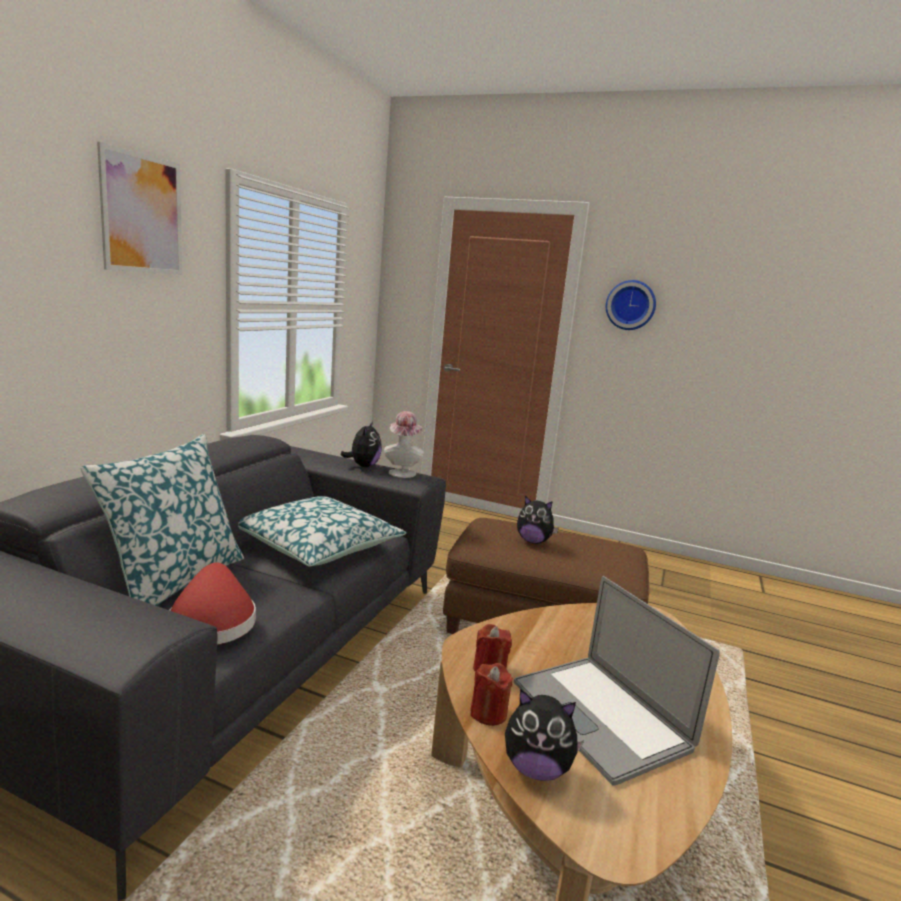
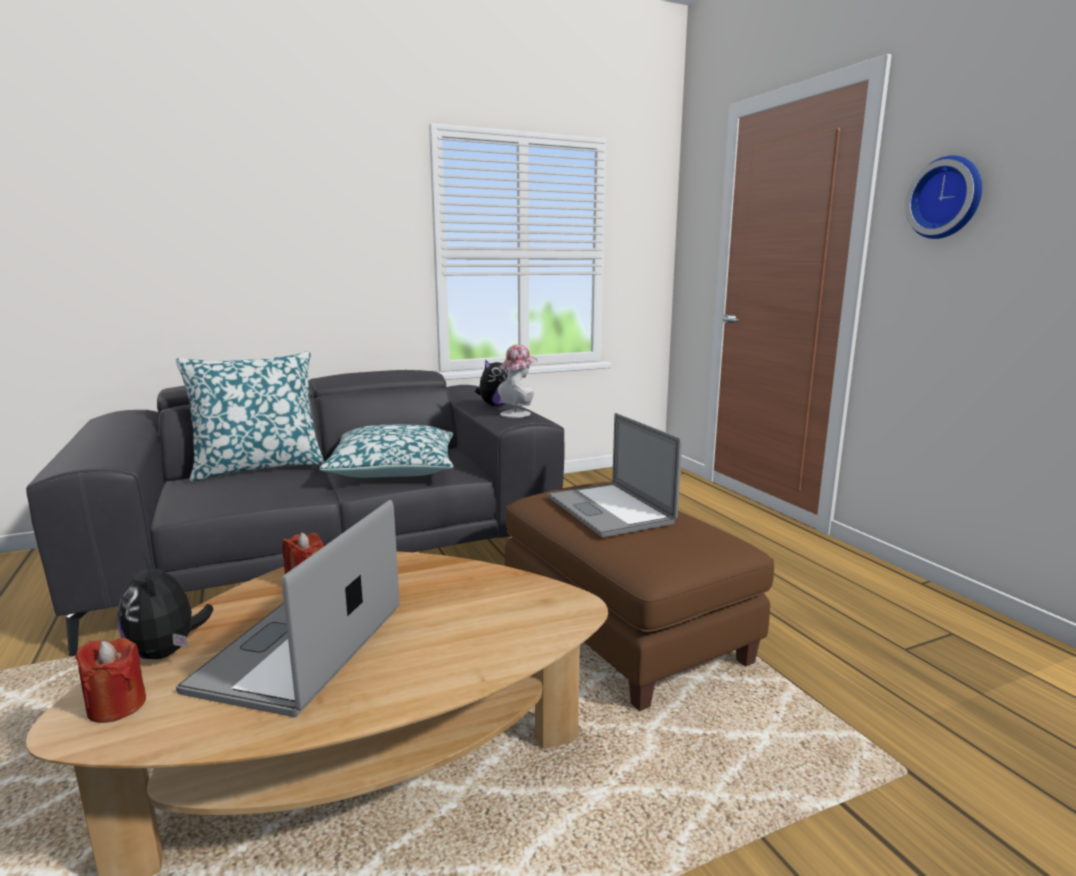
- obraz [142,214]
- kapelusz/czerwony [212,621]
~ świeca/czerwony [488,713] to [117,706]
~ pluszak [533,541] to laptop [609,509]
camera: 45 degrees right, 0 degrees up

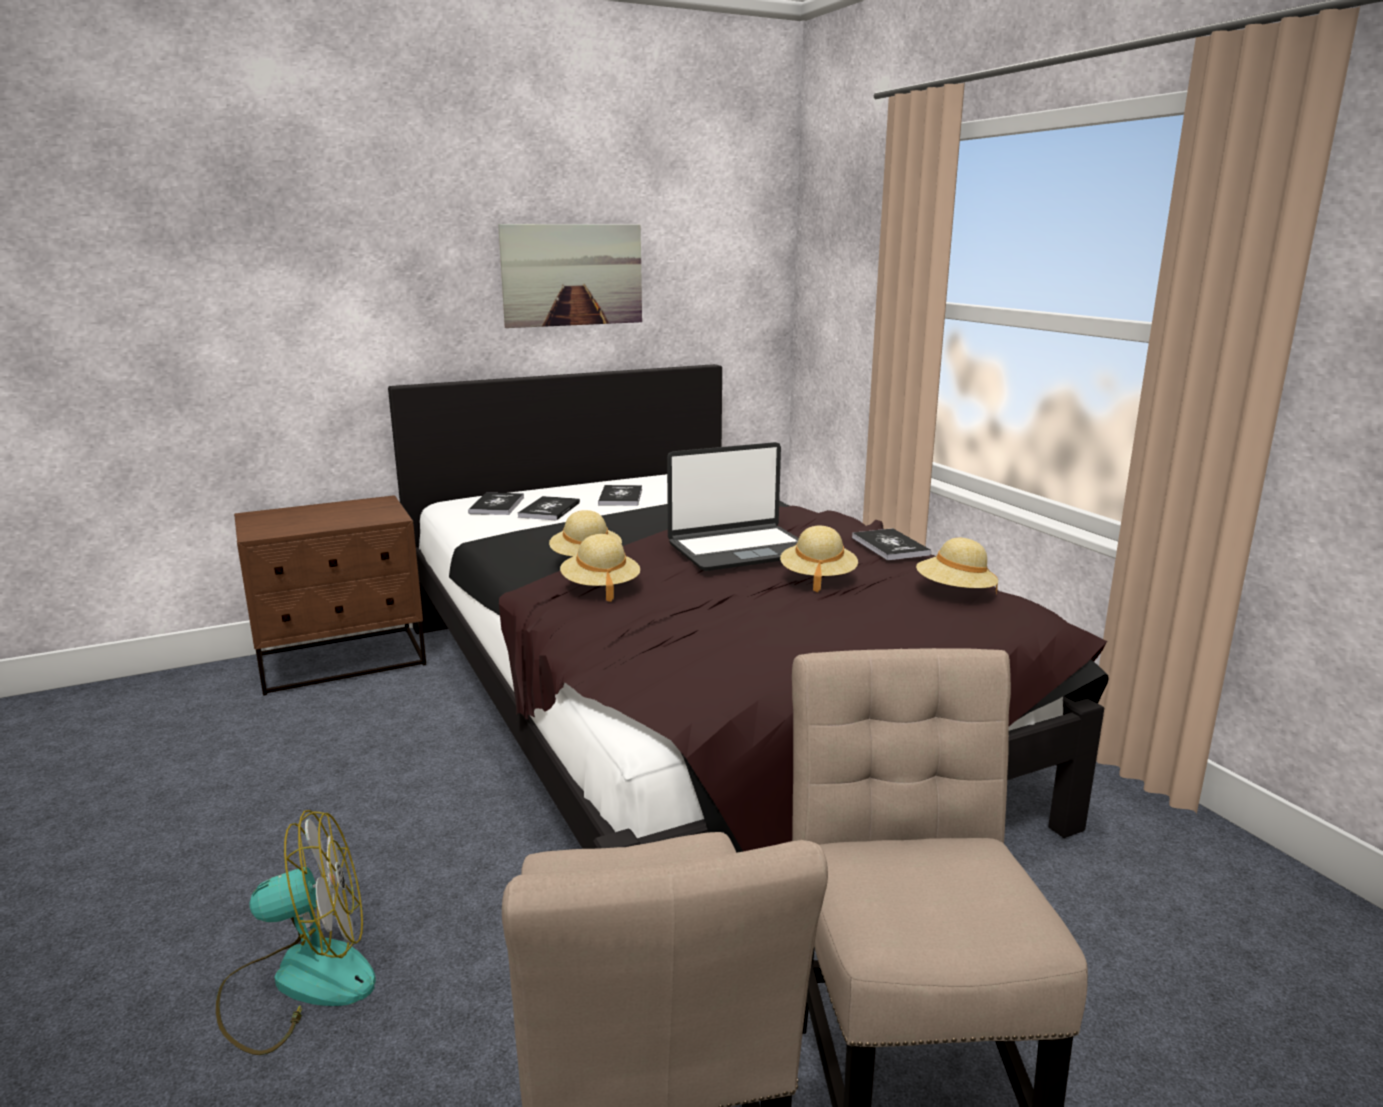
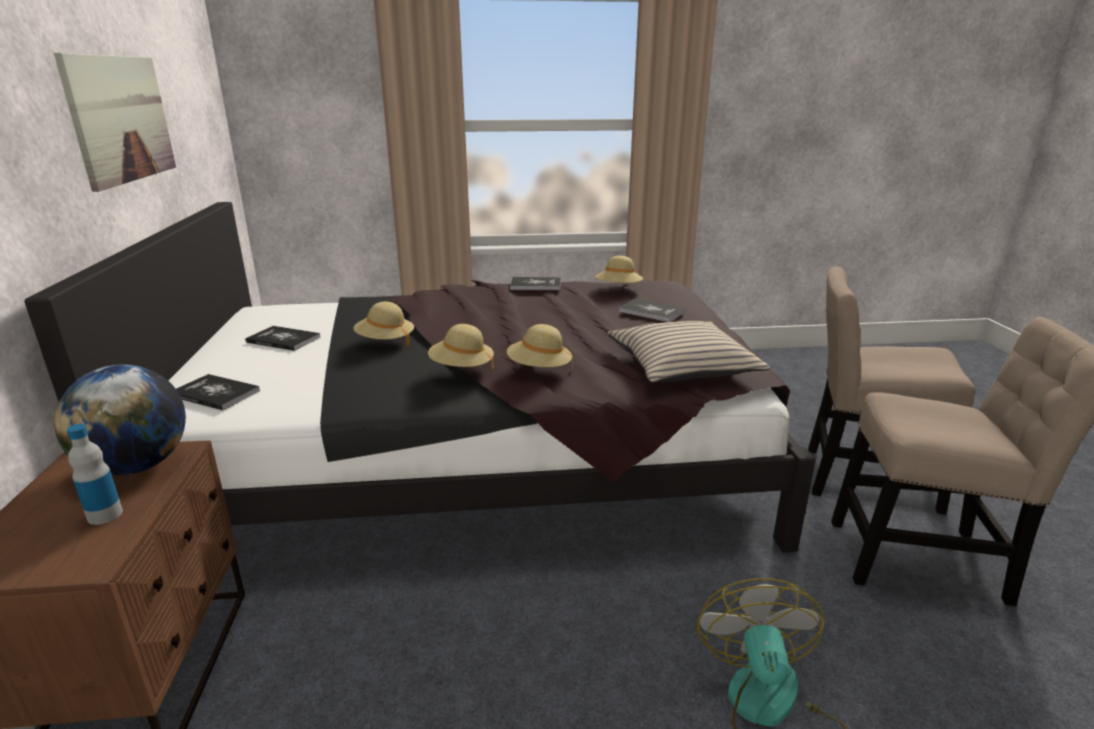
- laptop [740,550]
+ globus [137,466]
+ butelka [105,515]
+ poduszka/beżowy [682,366]
~ książka [549,510] to [651,312]
~ kapelusz/beżowy [817,578] to [385,341]
camera: 70 degrees left, 5 degrees up

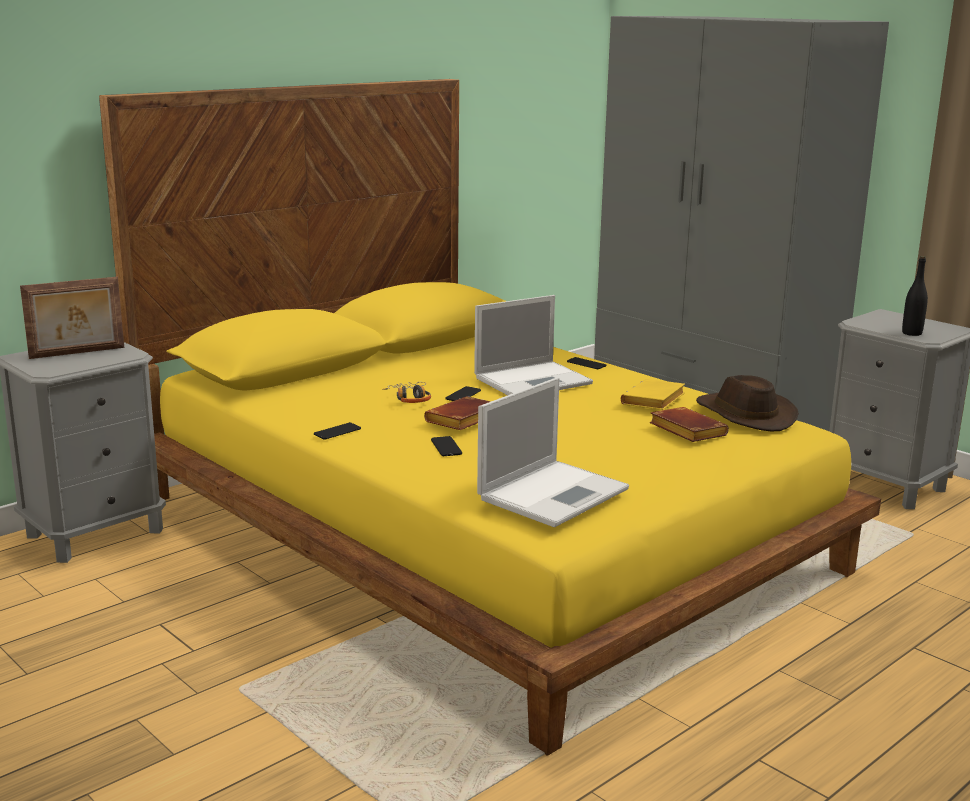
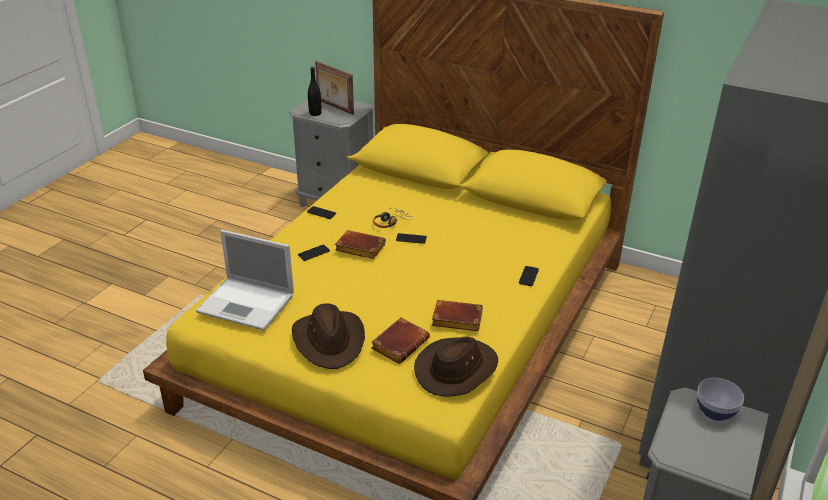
- laptop [534,380]
+ kapelusz/brązowy [329,340]
+ miska [715,411]
~ butelka/czarny [911,333] to [315,113]
~ książka/żółty [654,401] to książka/brązowy [455,320]
camera: 70 degrees right, 15 degrees up

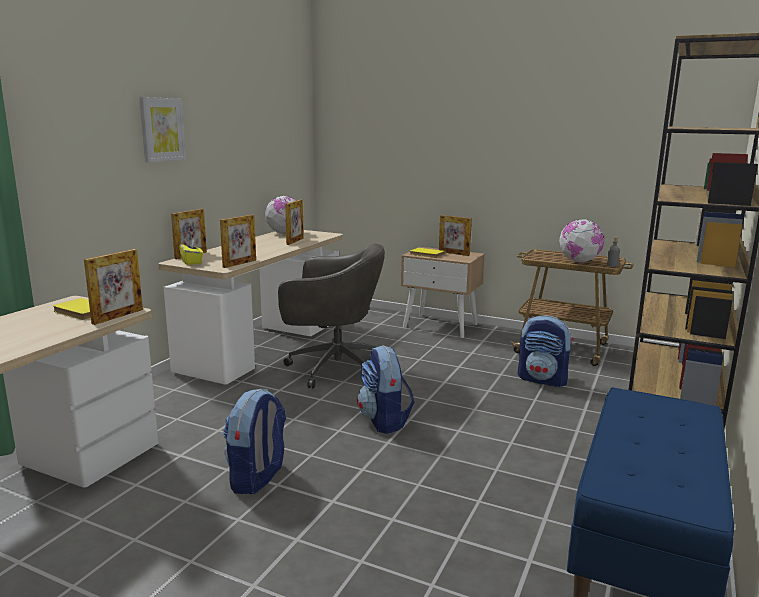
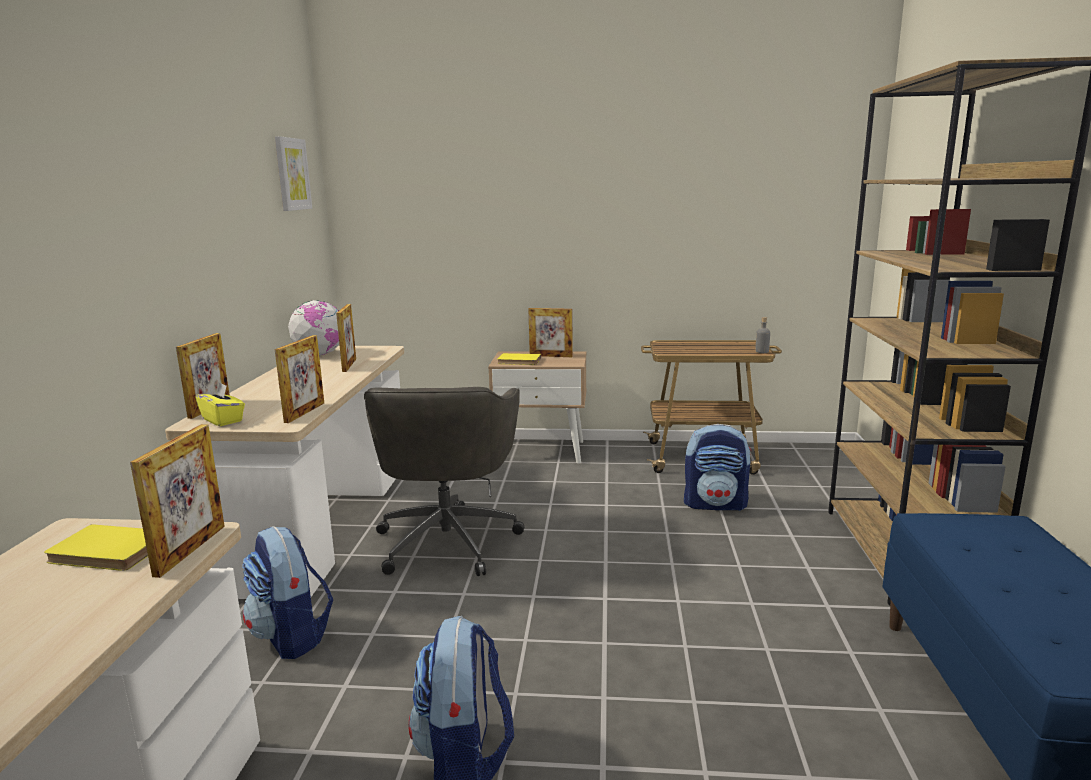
- globus [579,261]
~ obraz [162,129] to [292,174]
~ plecak [384,421] to [292,636]
~ krzesło biurowe/szary [333,368] = [448,540] 105 degrees clockwise
camera: 20 degrees left, 0 degrees up

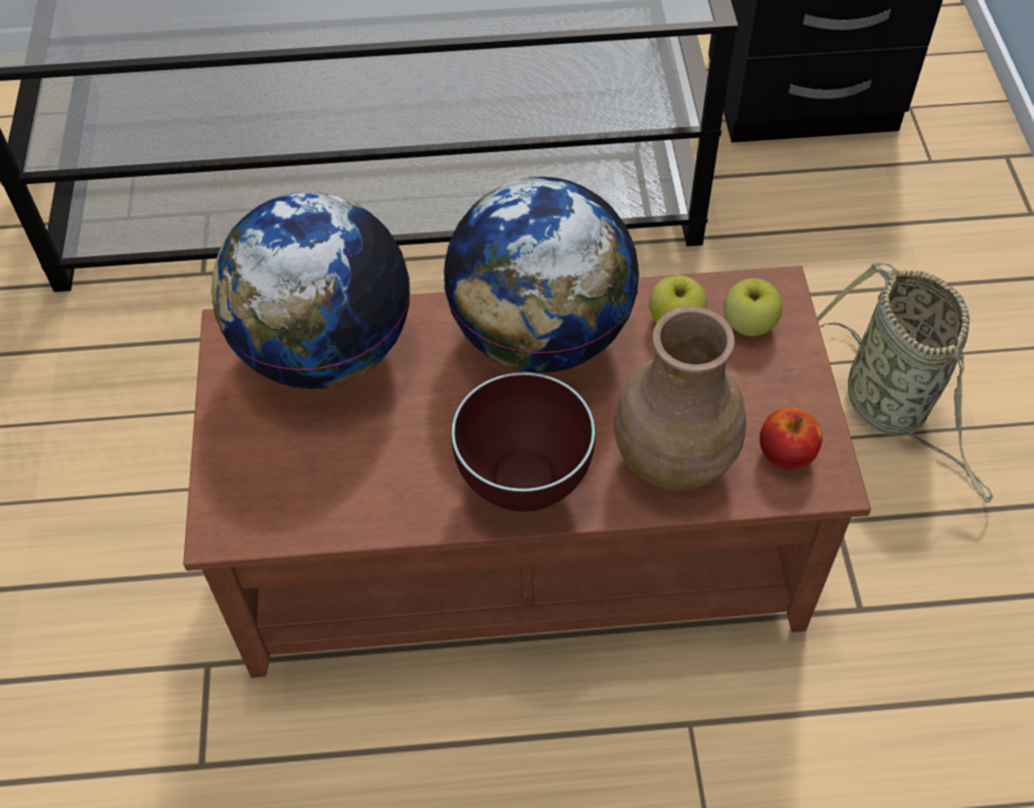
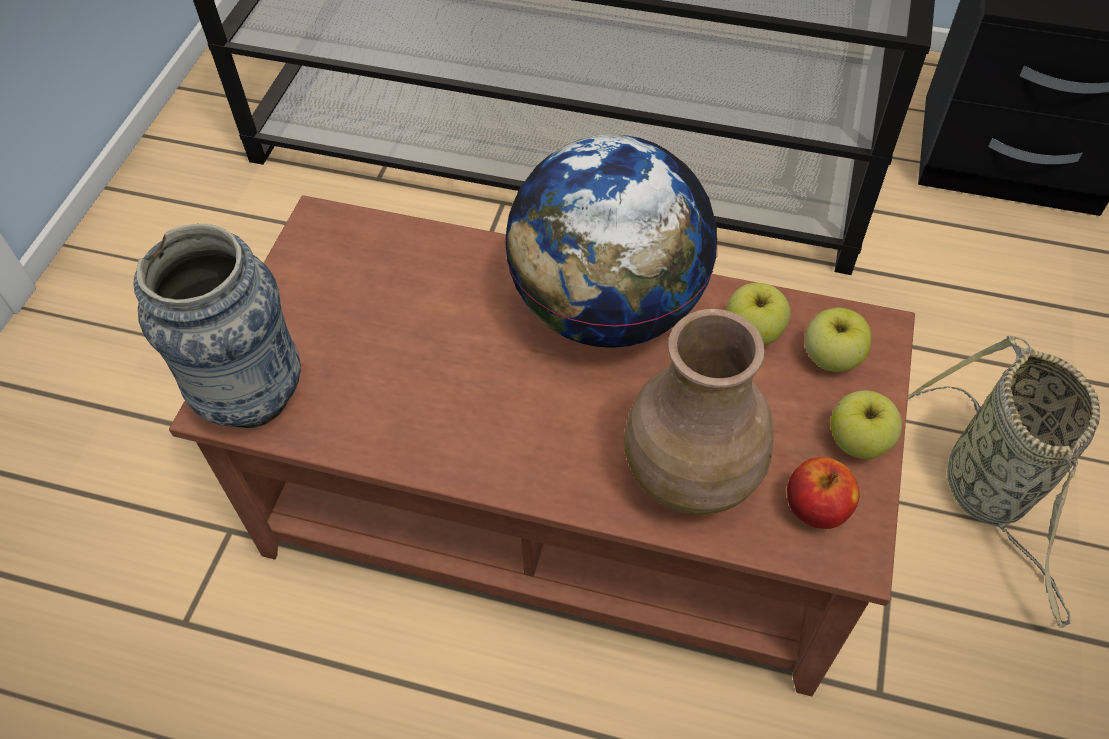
- globus [324,350]
- miska/brązowy [521,487]
+ wazon [251,397]
+ jabłko [858,441]
camera: 20 degrees right, 0 degrees up

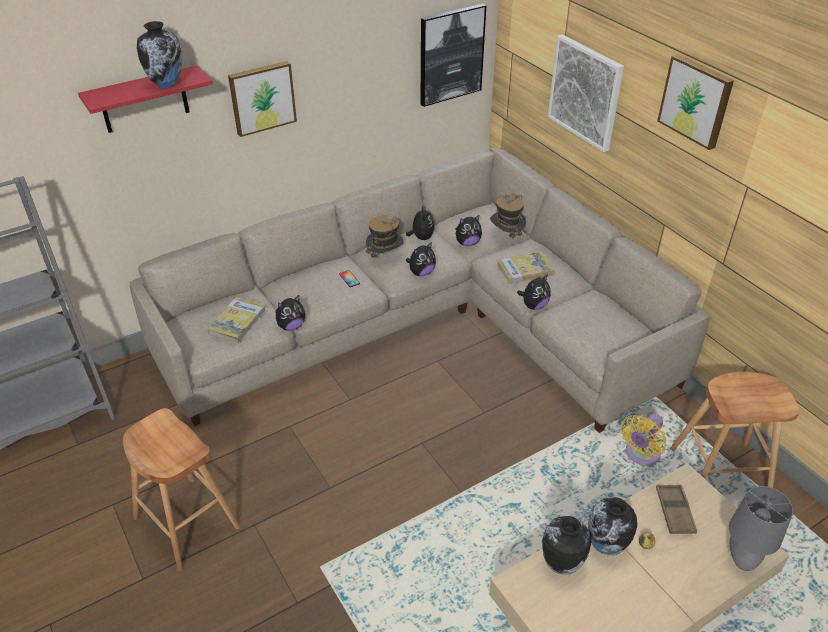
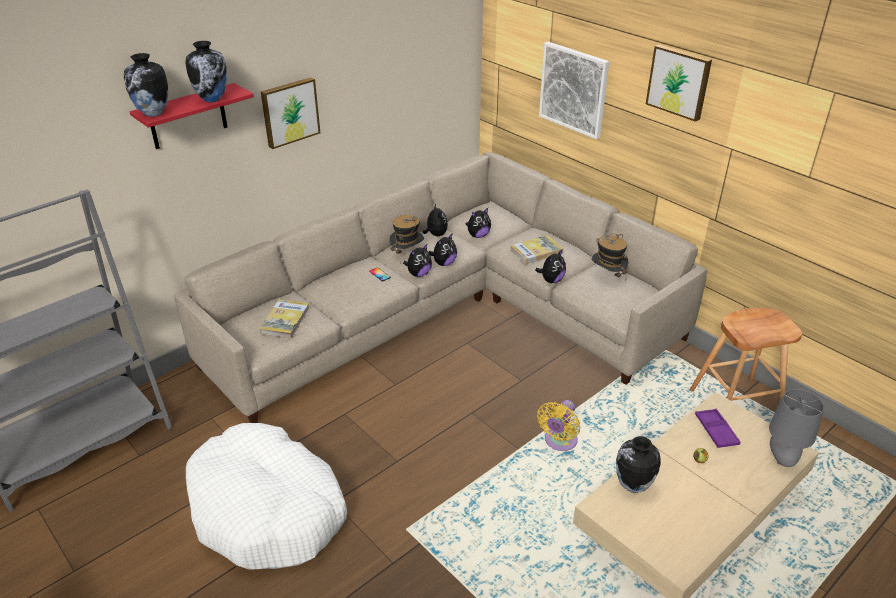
- obraz [451,54]
~ pluszak [291,326] to [418,274]
~ kapelusz [506,237] to [607,277]
~ wazon [606,547] to [153,113]
~ wentylator/żółty [640,455] to [559,442]
~ stołek/brązowy [186,523] to legowisko/biały [268,509]
~ taca/brązowy [674,512] to taca/fioletowy [716,431]
camera: 10 degrees left, 5 degrees down

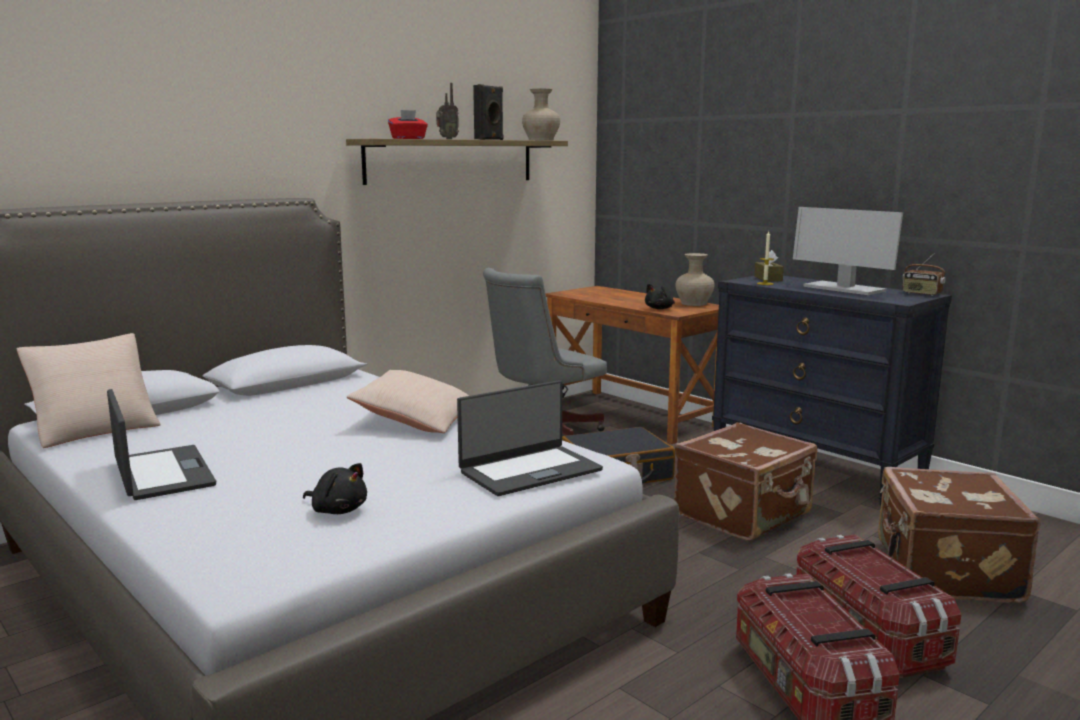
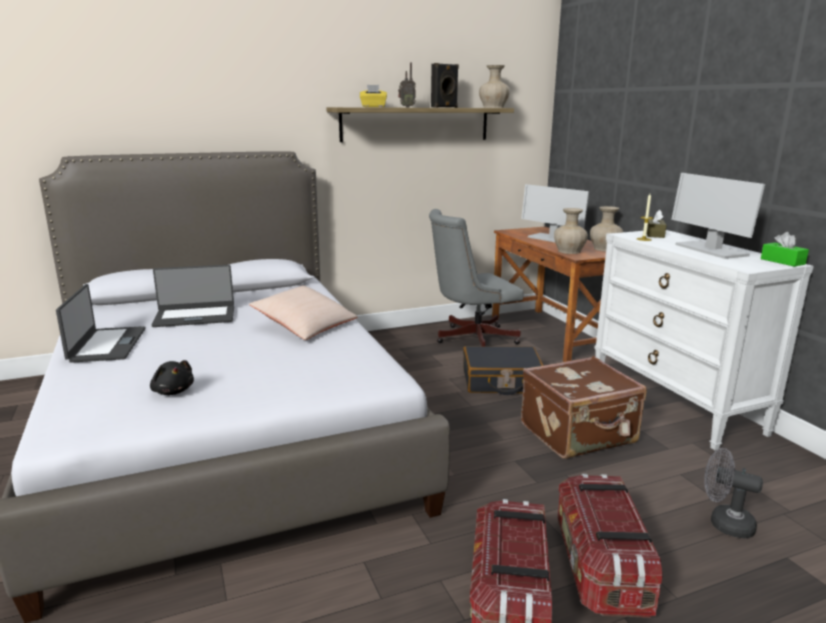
- poduszka/beżowy [95,429]
+ monitor [552,239]
~ laptop [529,471] to [195,316]
~ pluszak/czarny [660,308] to wazon/beżowy [569,251]
~ walizka/brązowy [944,571] to wentylator/szary [724,523]
~ radio [921,293] to pudełko chusteczek/zielony [782,261]
~ pudełko chusteczek/czerwony [408,138] to pudełko chusteczek/żółty [373,107]
~ komoda/czarny [815,469] to komoda/biały [675,403]
camera: 20 degrees right, 5 degrees up

